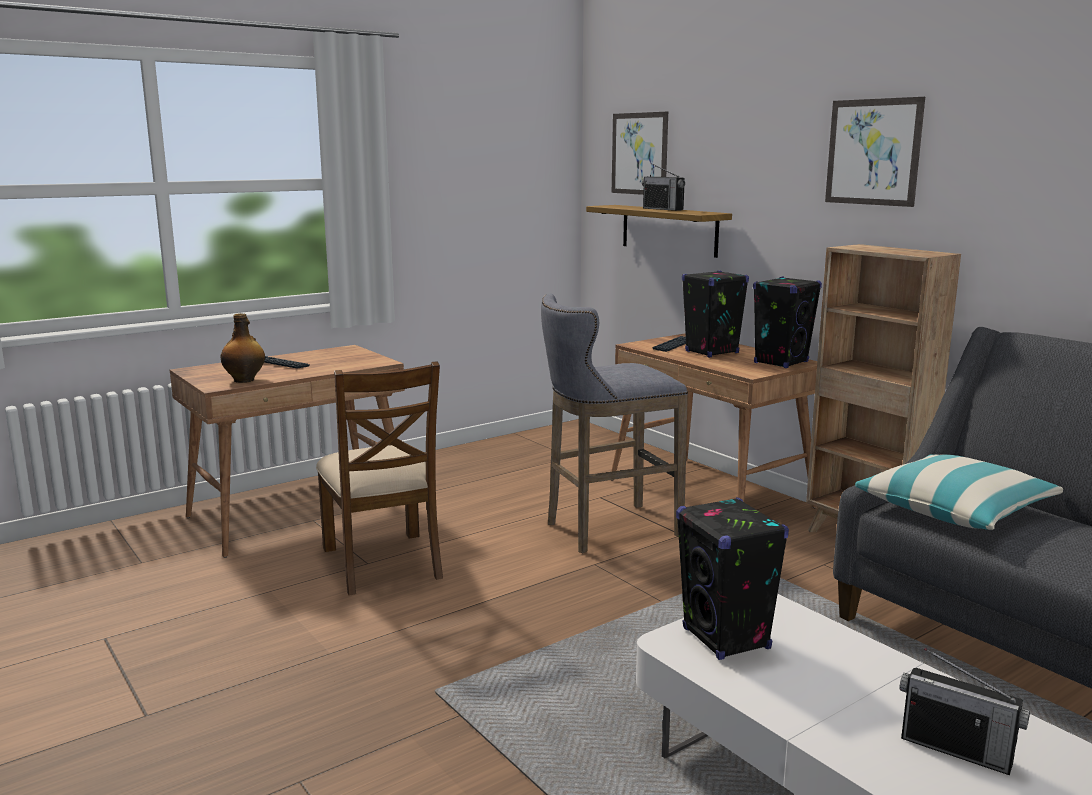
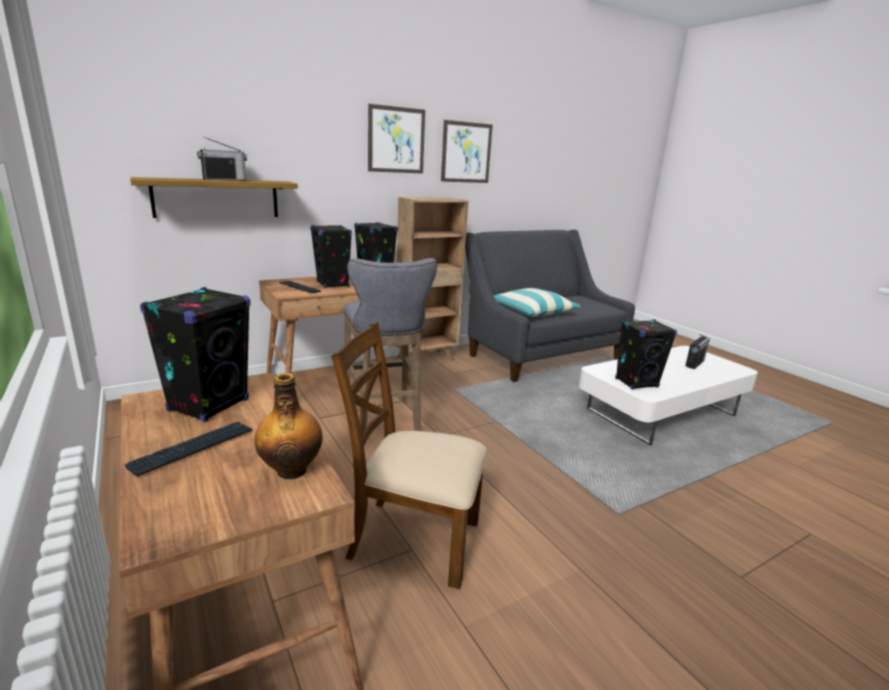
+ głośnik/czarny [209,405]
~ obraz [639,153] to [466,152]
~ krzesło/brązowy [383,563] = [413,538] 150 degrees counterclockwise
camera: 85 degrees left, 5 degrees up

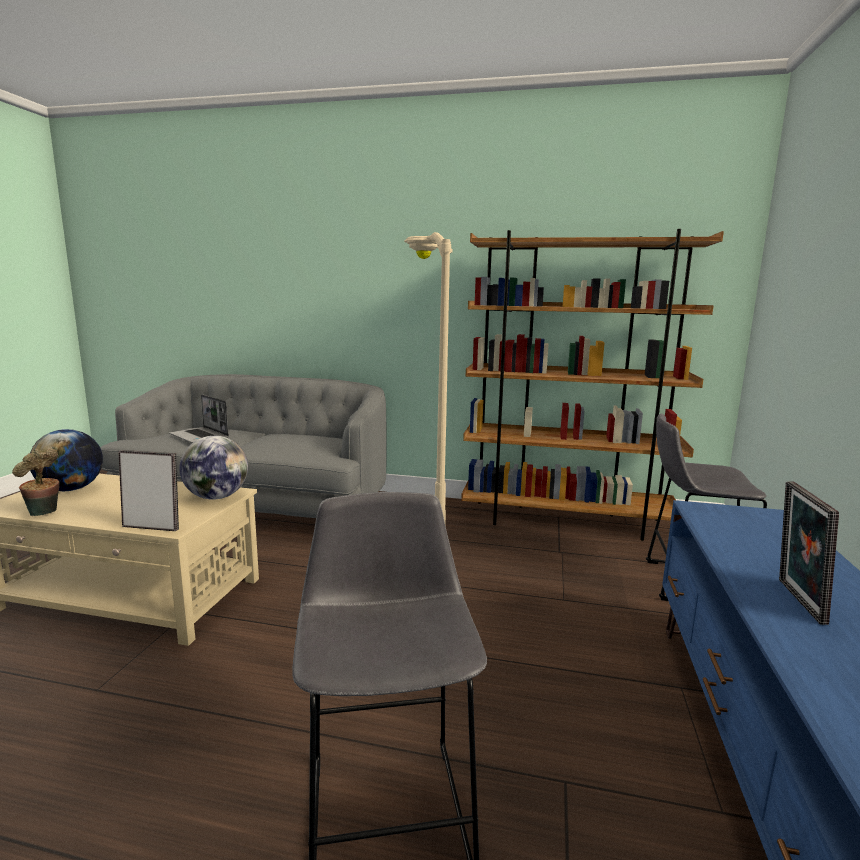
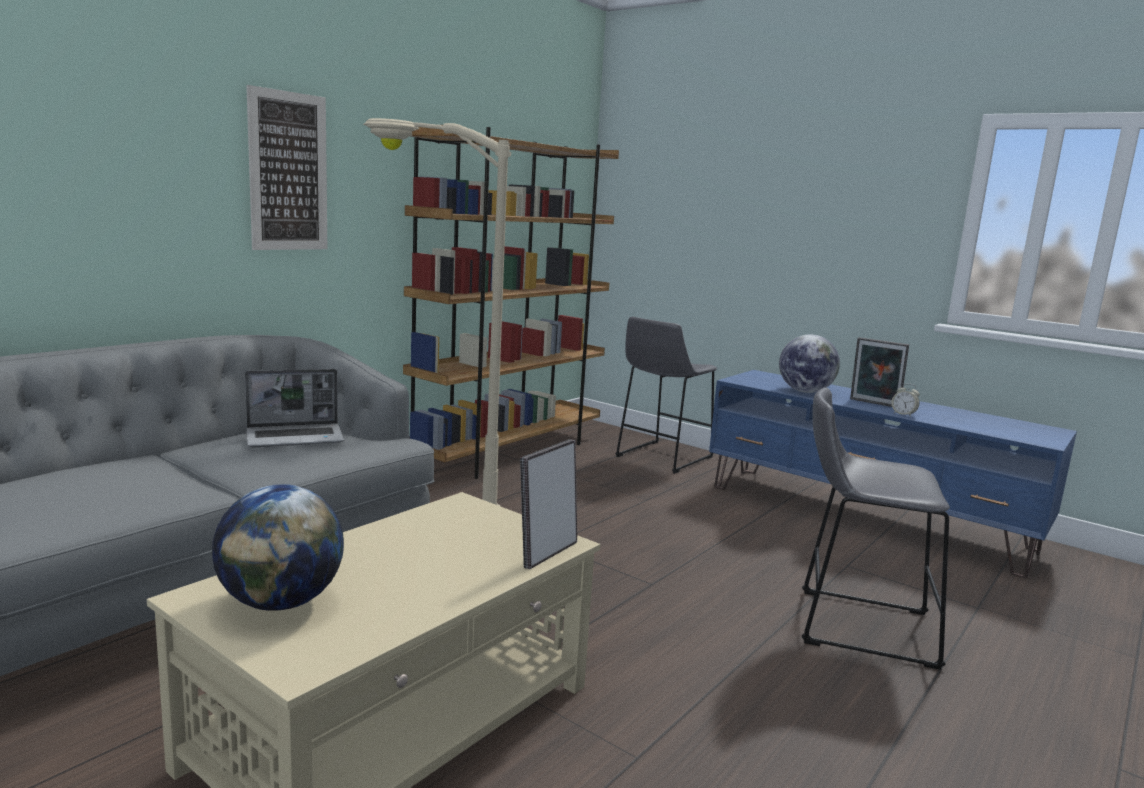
- roślina doniczkowa [45,513]
+ obraz [288,172]
+ budzik [903,414]
~ laptop [200,436] to [296,437]
~ globus [216,497] to [805,391]
camera: 65 degrees left, 0 degrees up

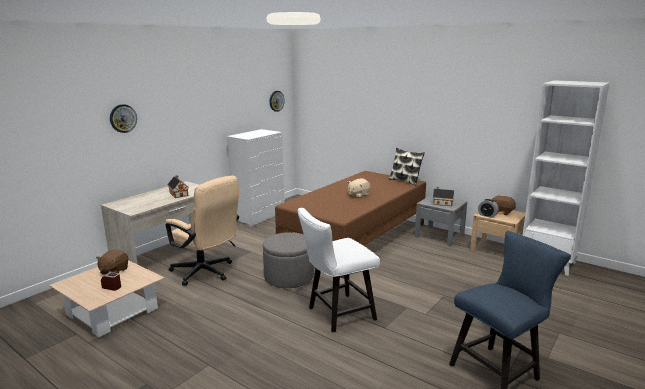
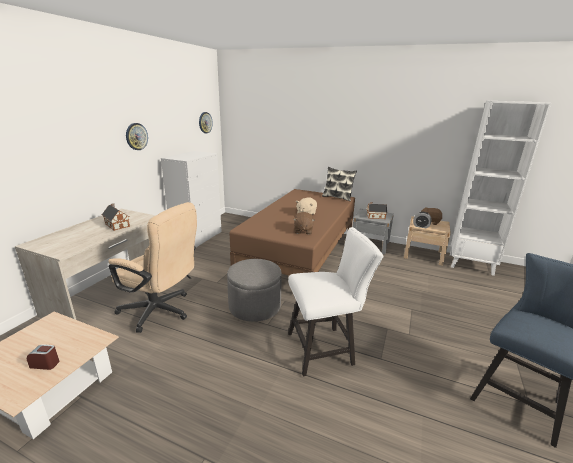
~ pluszak/brązowy [114,271] to [303,231]
~ zegar ścienny [123,118] to [136,136]
~ krzesło/biały [337,314] = [325,348] 150 degrees counterclockwise
camera: 15 degrees left, 5 degrees up

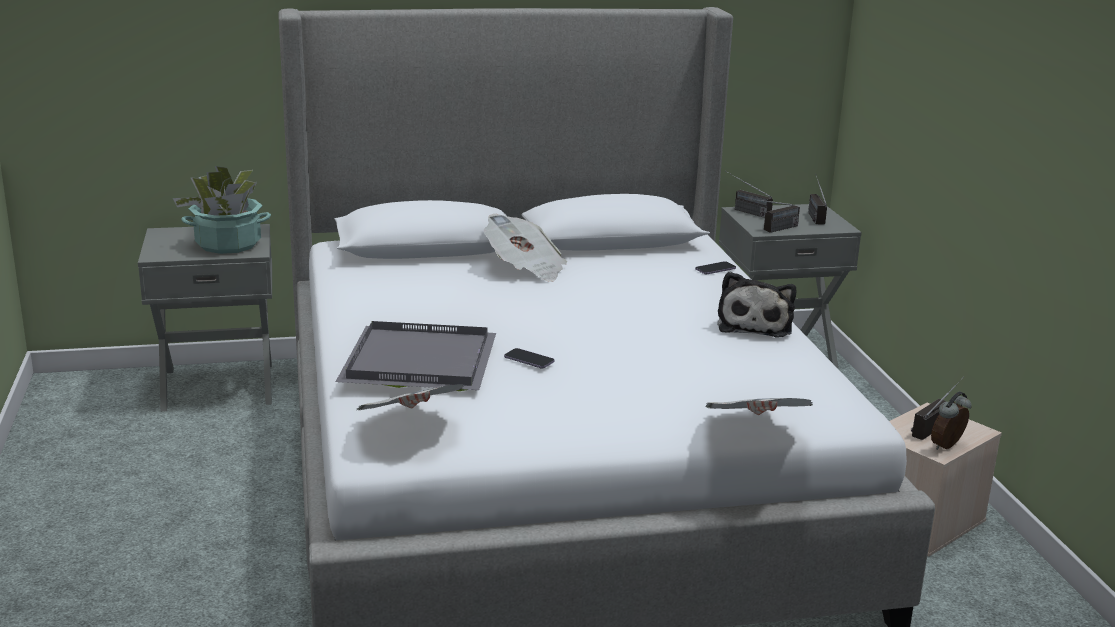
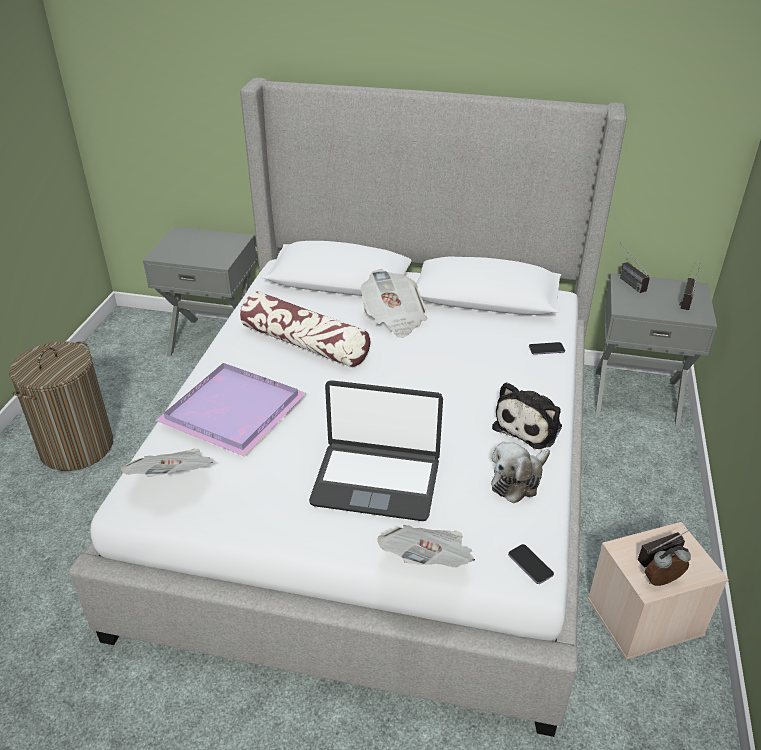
- roślina doniczkowa [228,244]
- radio [774,230]
+ kosz na pranie [77,447]
+ poduszka [305,344]
+ laptop [376,481]
+ pluszak [518,480]
~ telefon [529,360] to [530,565]
~ taca/szary [421,363] to taca/fioletowy [233,412]
camera: 25 degrees right, 15 degrees up

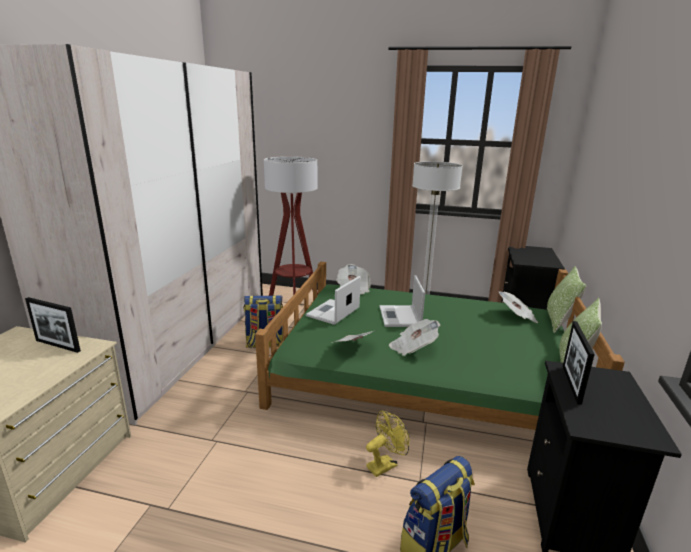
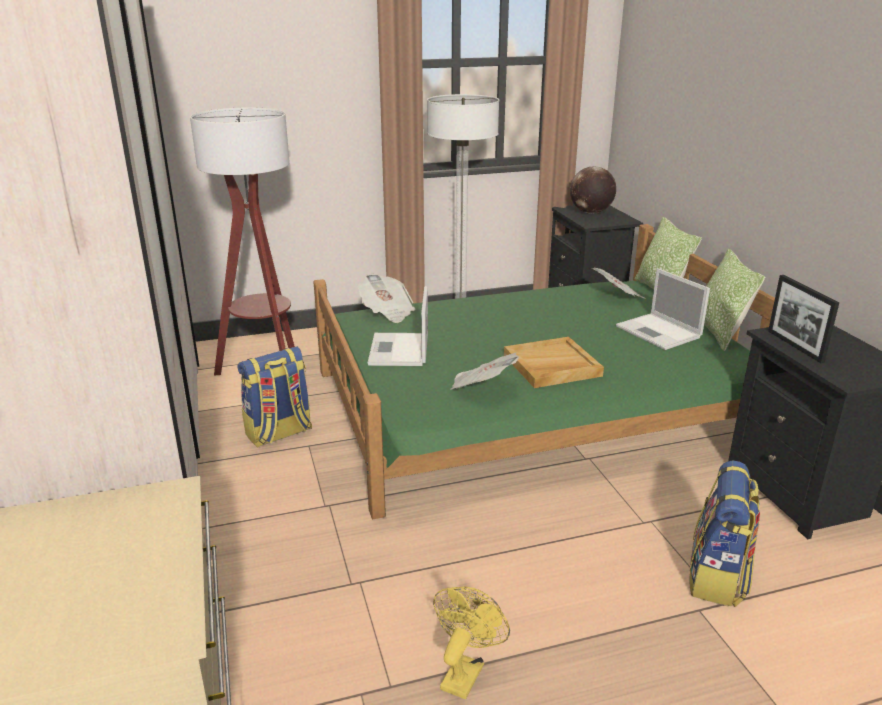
- ramka na zdjęcie [58,345]
+ globus [590,212]
~ wentylator/żółty [385,464] to [465,671]
~ laptop [400,317] to [659,332]
~ gazeta [413,348] to taca/beżowy [551,366]
camera: 30 degrees left, 5 degrees up

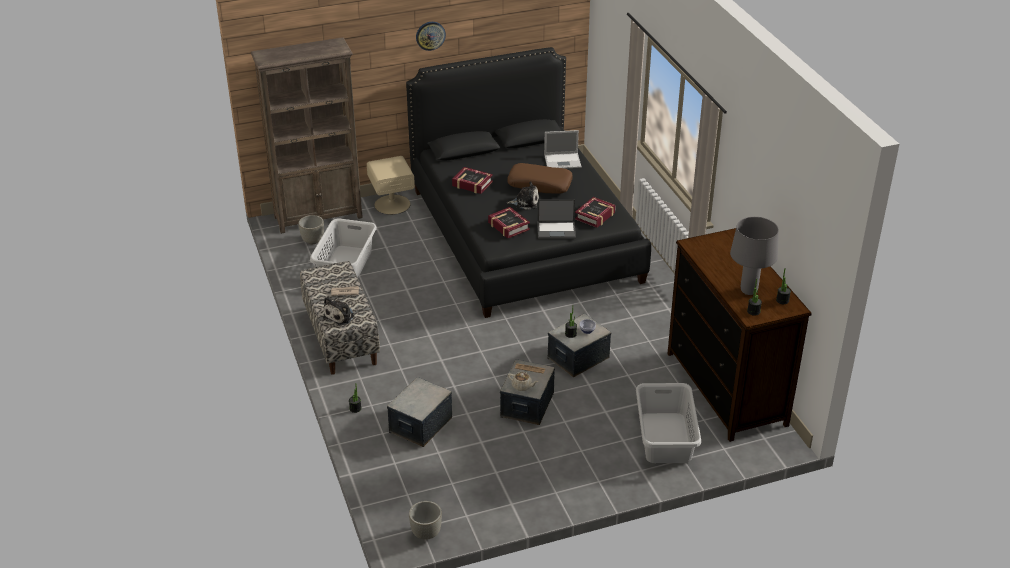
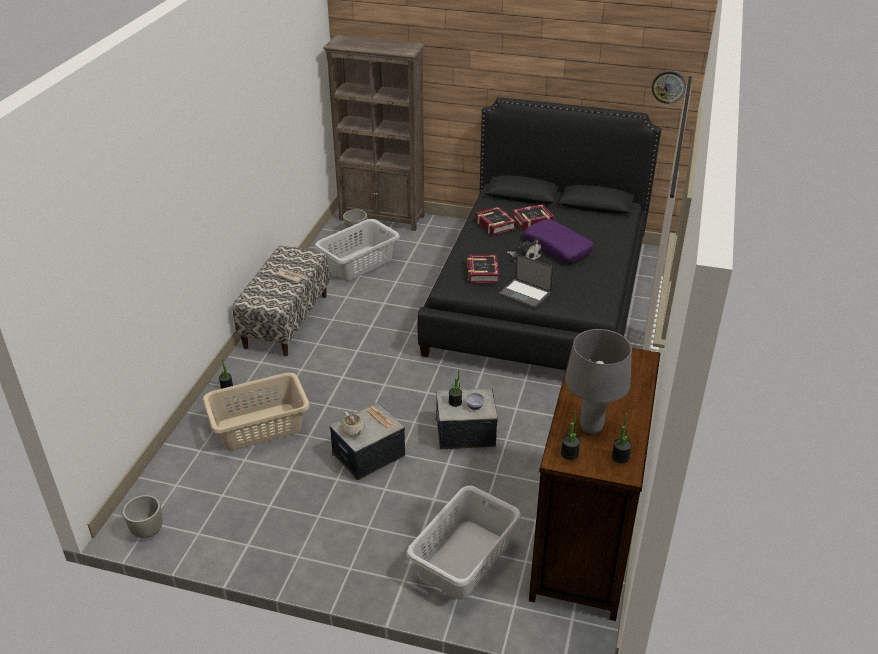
- pluszak [340,316]
- szafka nocna/beżowy [392,204]
- laptop [563,161]
~ zegar ścienny [430,35] to [668,86]
~ książka [595,216] to [532,221]
~ pojemnik do przechowywania [420,425] to kosz na pranie/beżowy [259,426]
~ poduszka/brązowy [540,184] to poduszka/fioletowy [558,247]
camera: 35 degrees right, 0 degrees up

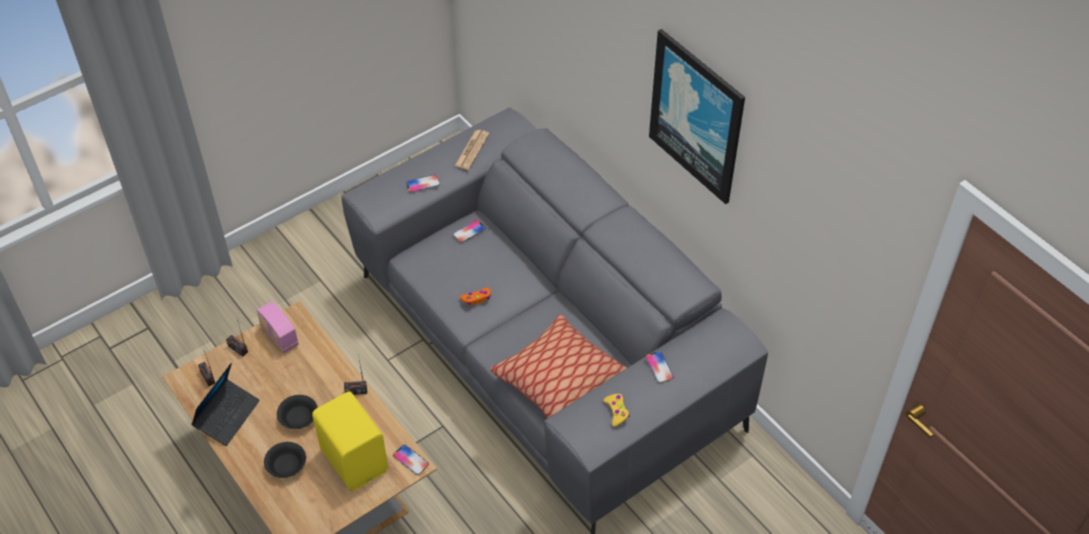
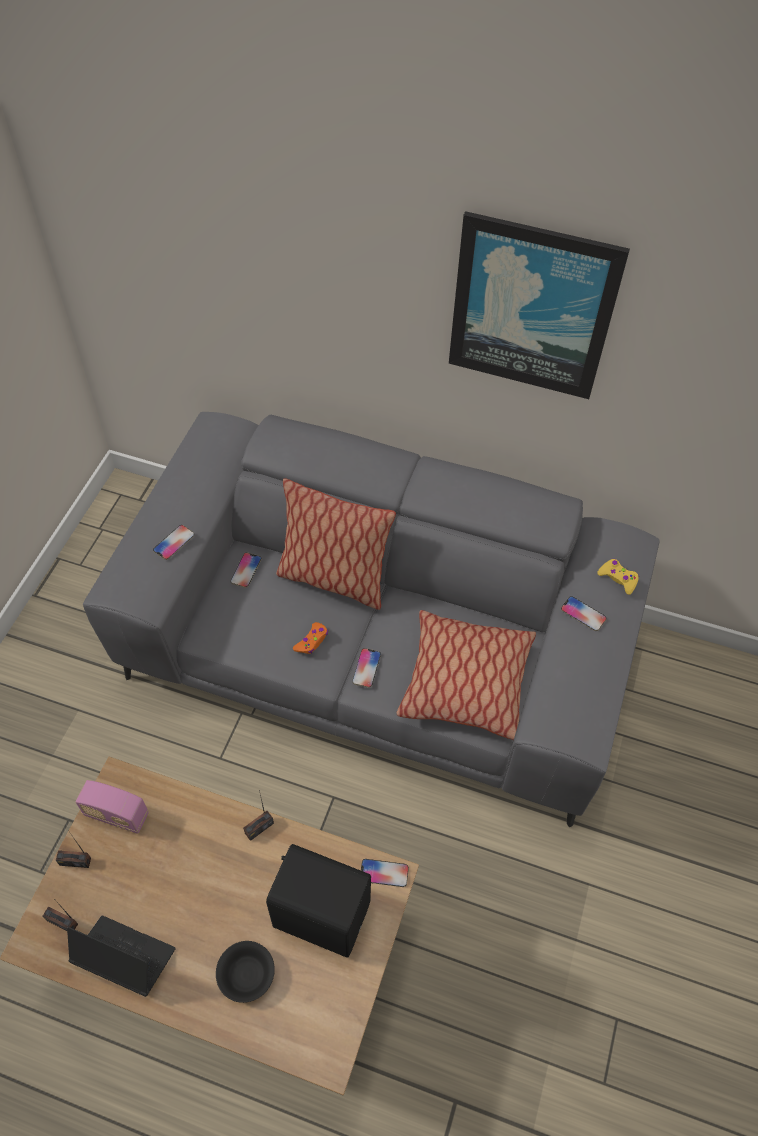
- miska/czarny [299,418]
- gazeta [472,150]
+ poduszka [333,578]
+ telefon [366,668]
~ pad do gier/żółty [617,411] to [618,578]
~ głośnik/żółty [355,459] to głośnik/czarny [321,912]
~ laptop [227,416] = [124,957] 60 degrees counterclockwise
camera: 35 degrees left, 5 degrees up

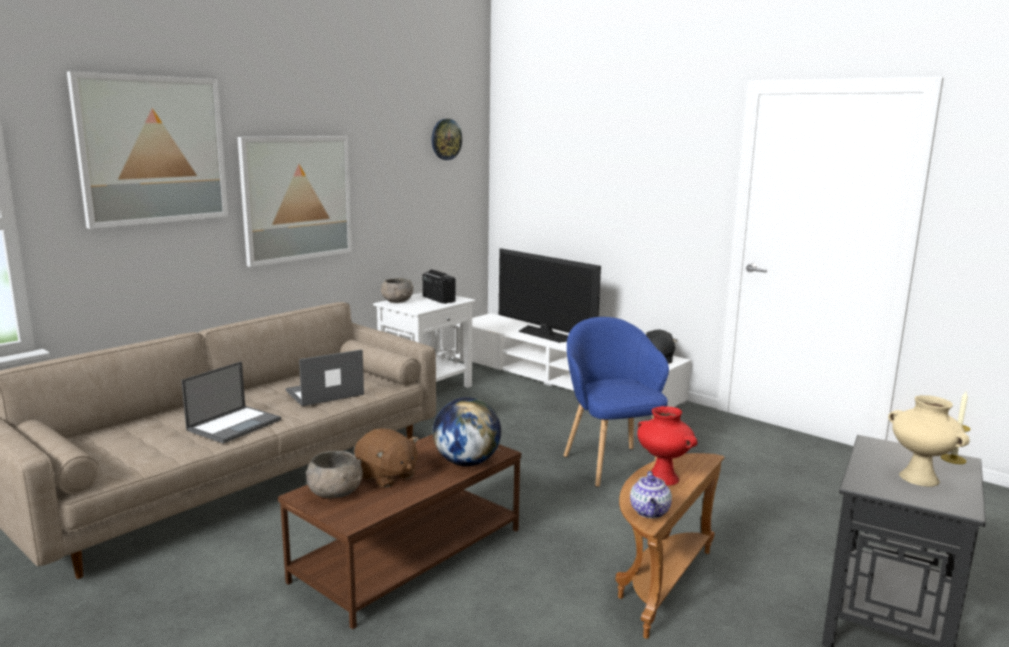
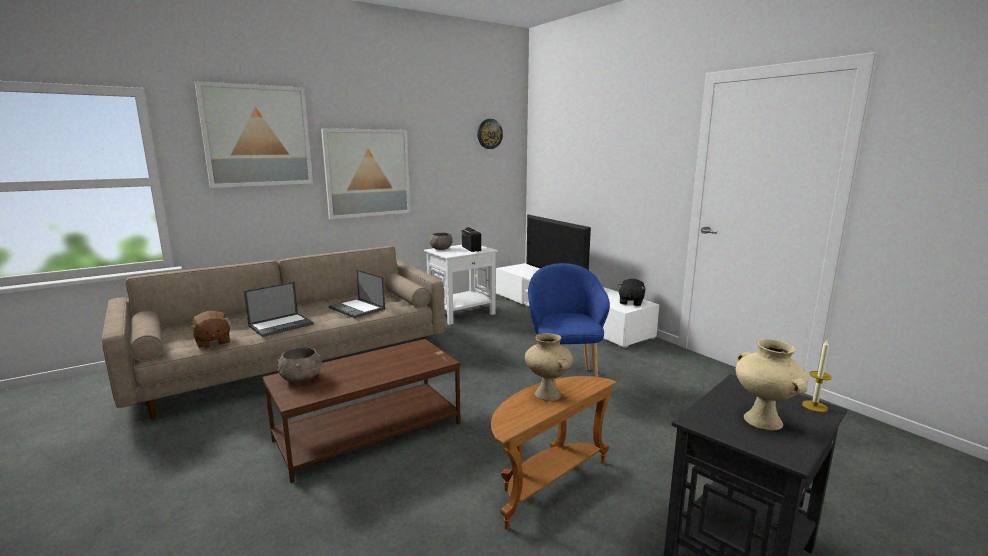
- globus [466,462]
- imbryk [650,512]
~ pluszak/brązowy [386,476] to [212,342]
~ wazon/czerwony [661,478] to wazon/beżowy [547,394]
~ laptop [324,393] = [357,308] 120 degrees counterclockwise
camera: 15 degrees right, 0 degrees up

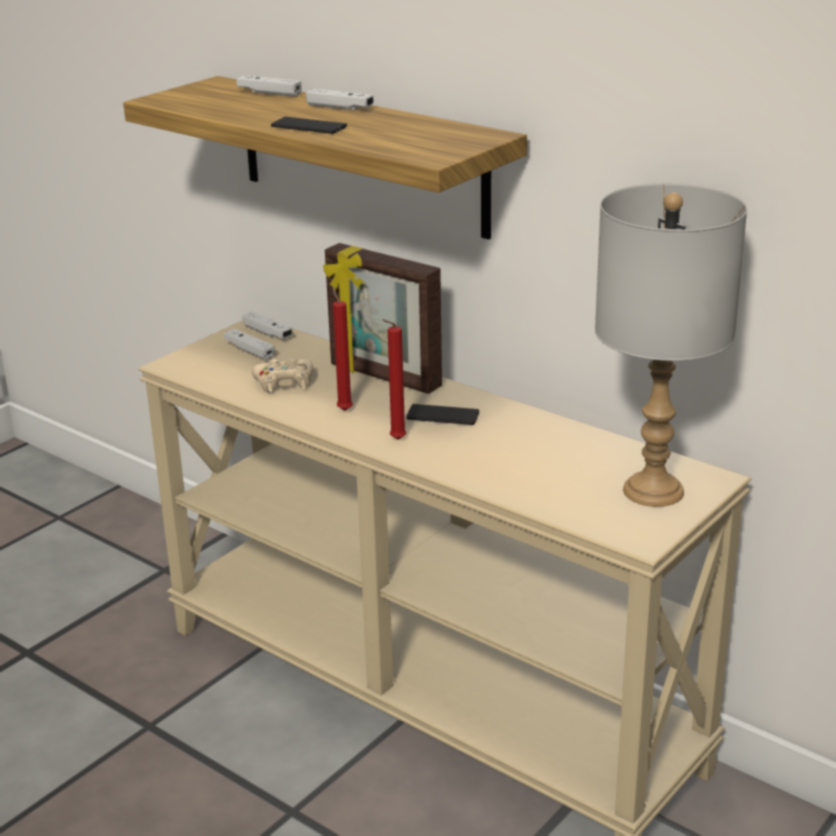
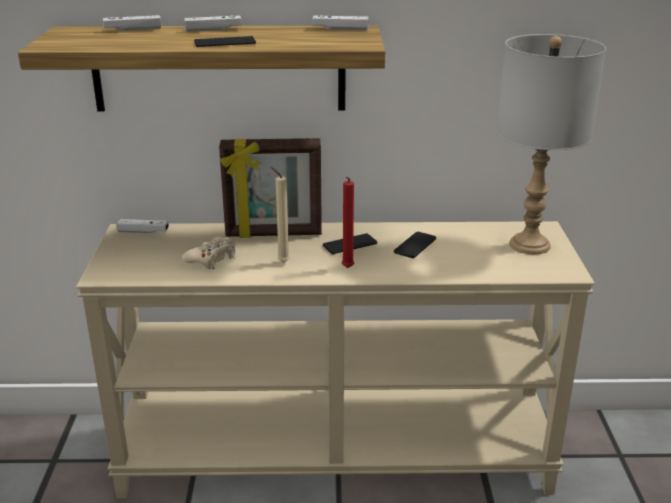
+ telefon [415,245]
~ pad do gier/biały [249,351] to [340,29]
~ świeca/czerwony [344,409] to świeca/beżowy [281,262]
camera: 40 degrees left, 0 degrees up

